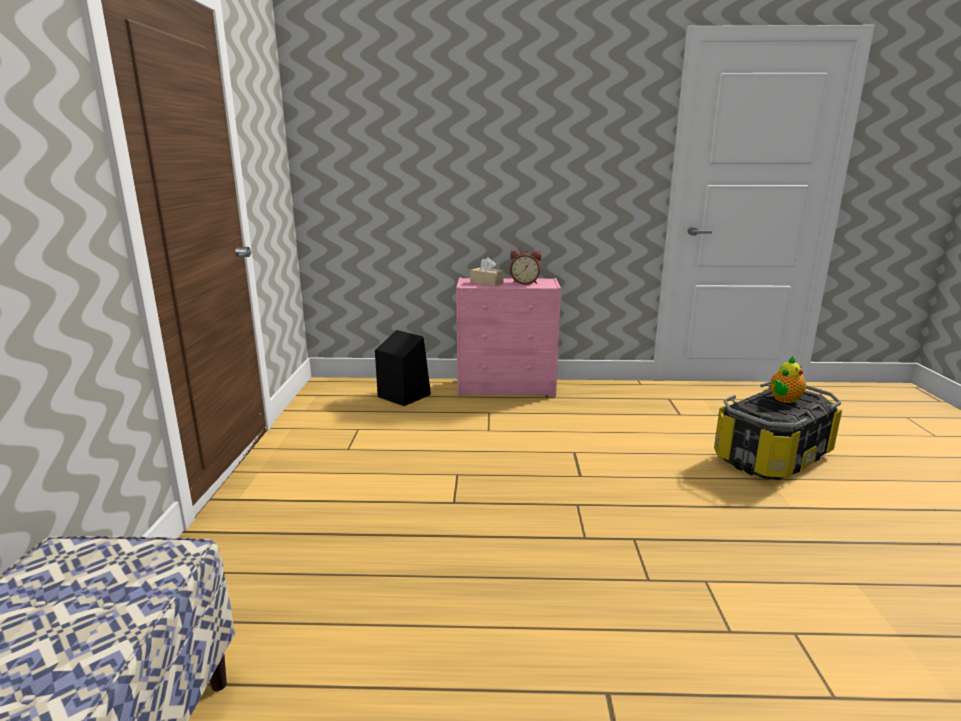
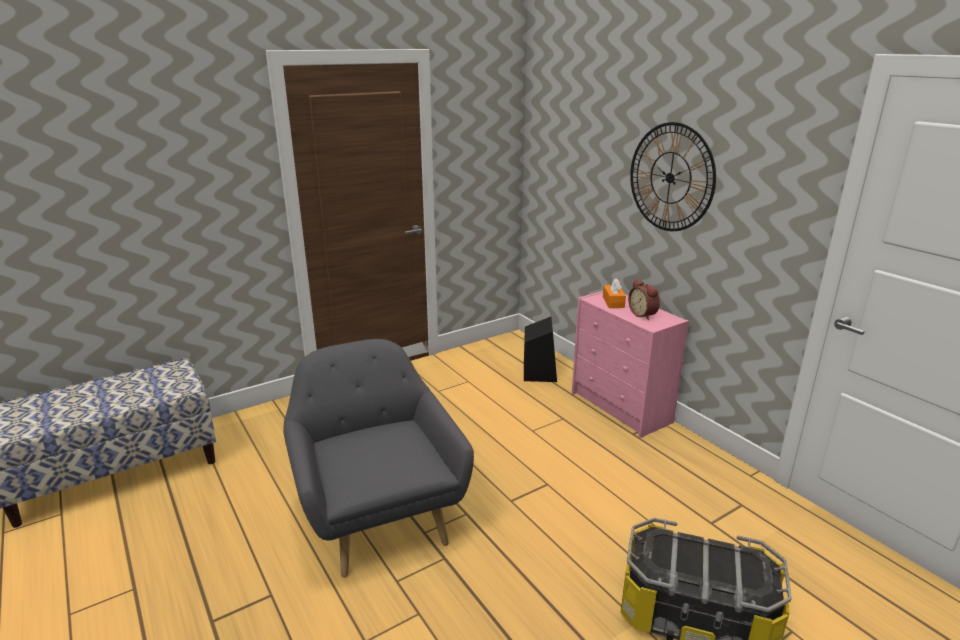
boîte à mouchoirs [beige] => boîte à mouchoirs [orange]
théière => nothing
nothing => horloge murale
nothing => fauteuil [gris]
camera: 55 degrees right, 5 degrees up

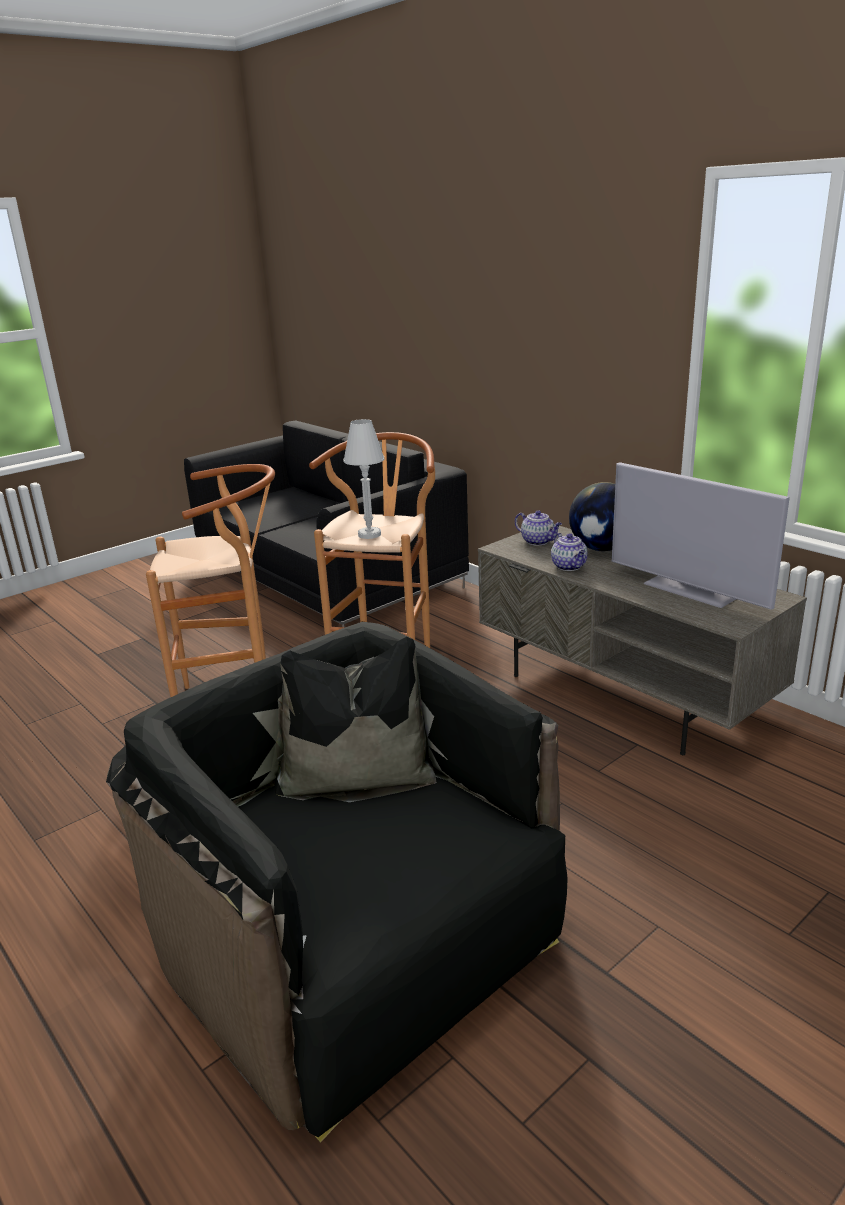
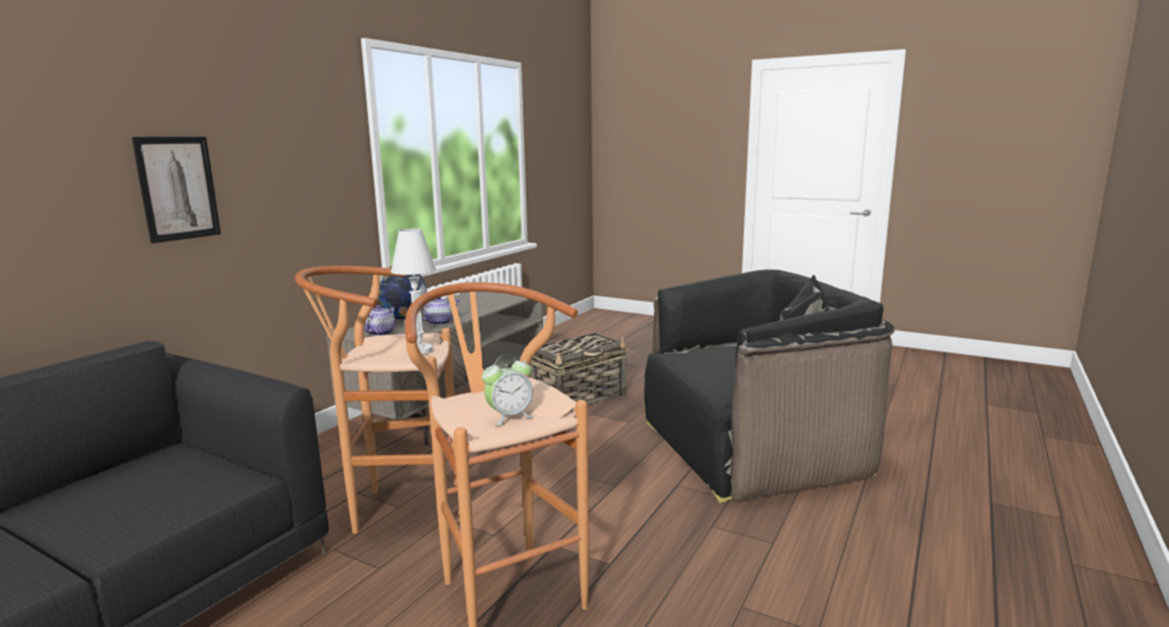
téléviseur => nothing
fauteuil [noir], 135 degrees counterclockwise
nothing => tableau
nothing => panier
nothing => réveil
camera: 110 degrees left, 10 degrees down

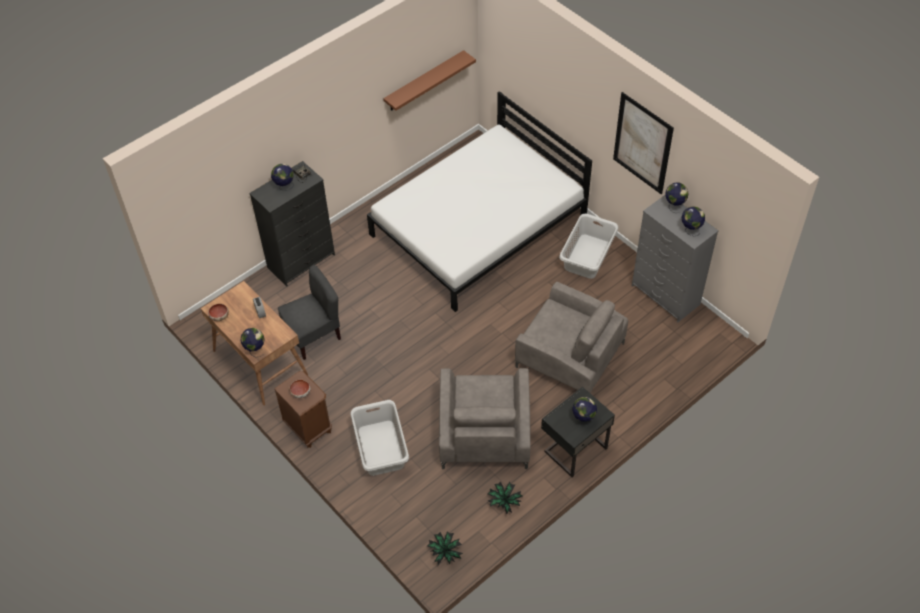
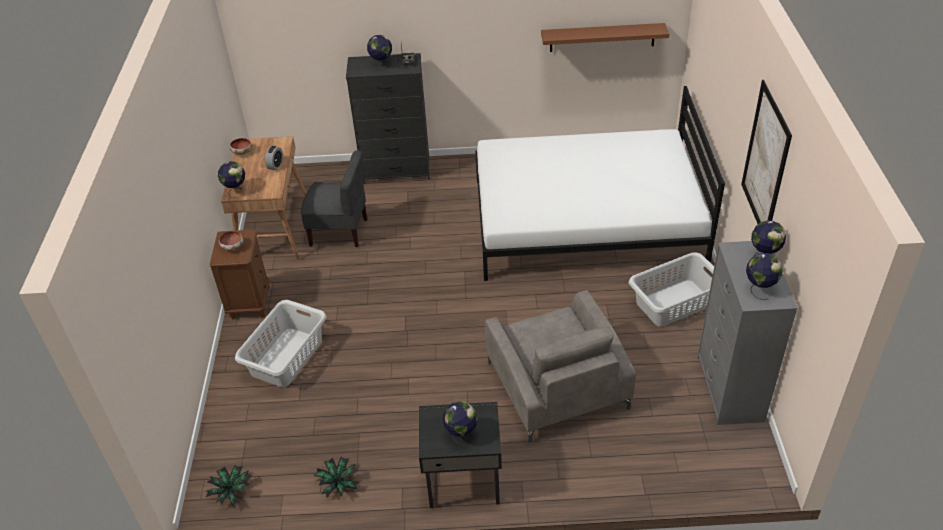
fauteuil [gris] (1st from left) => nothing
camera: 40 degrees right, 10 degrees down

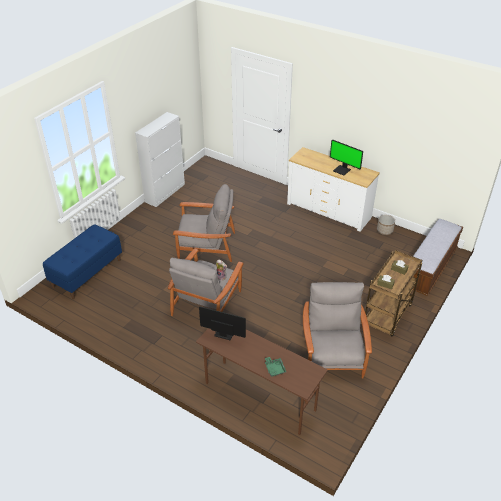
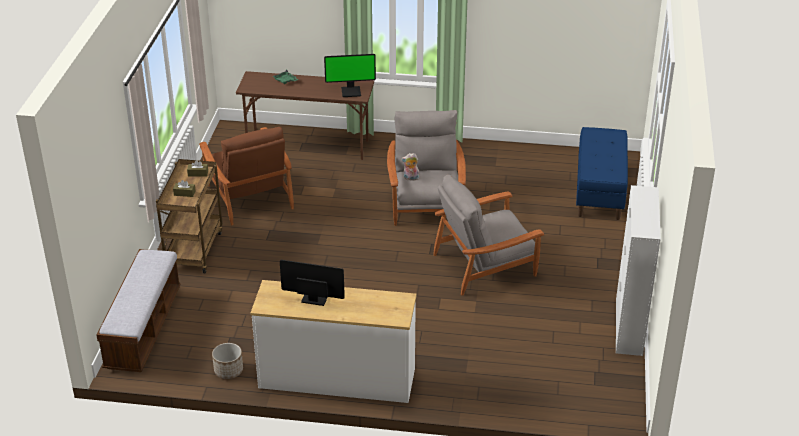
fauteuil [gris] (3rd from left) => fauteuil [marron]
camera: 155 degrees right, 5 degrees down

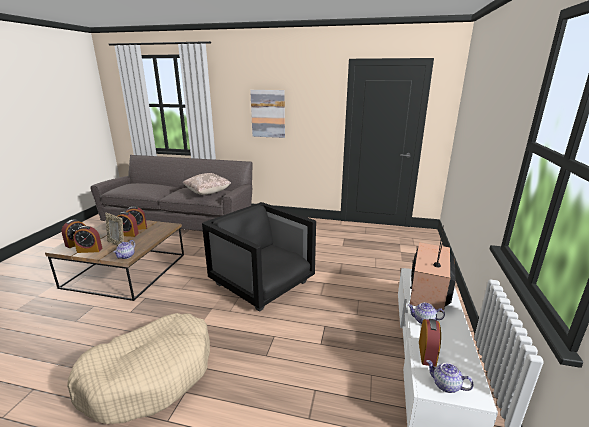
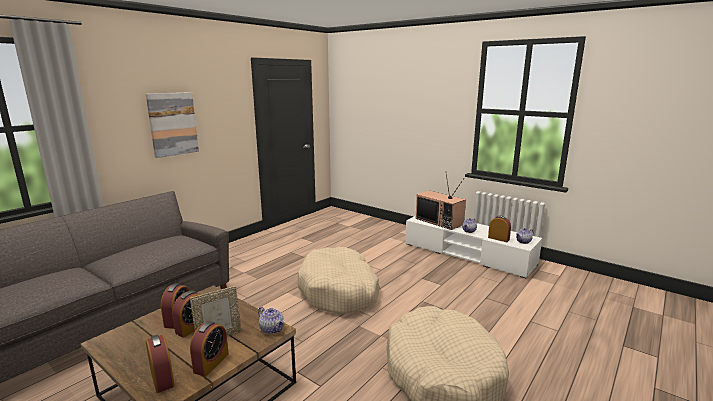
coussin [beige] => nothing
fauteuil [noir] => panier pour chien [beige] (1st from left)
camera: 65 degrees left, 5 degrees down

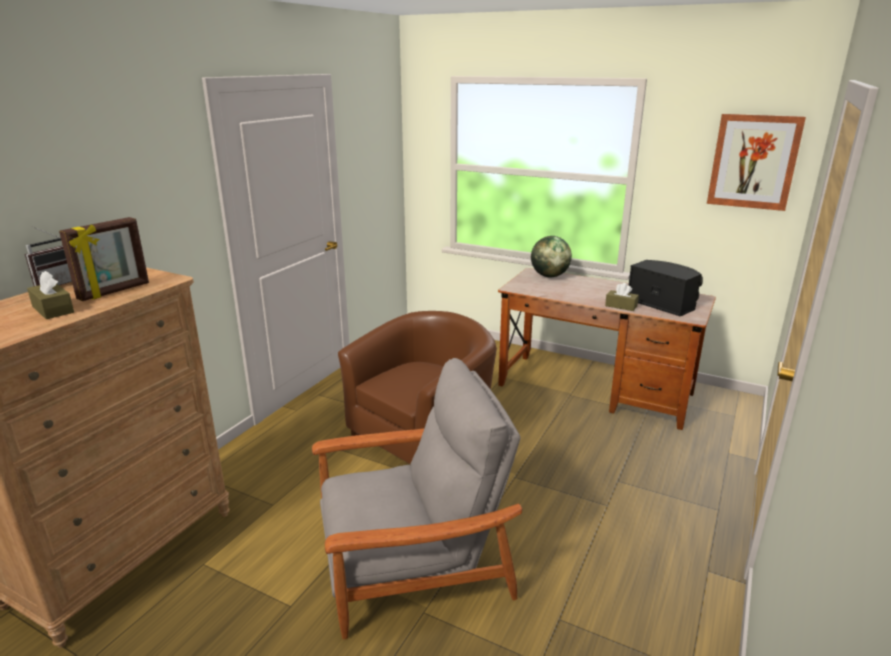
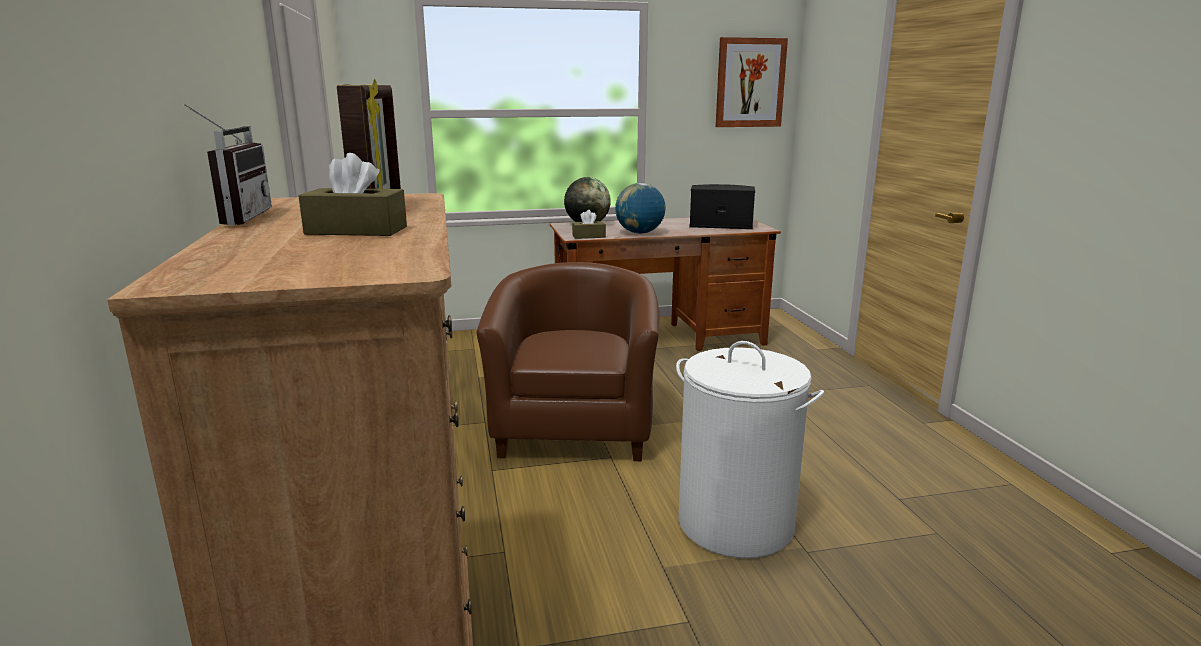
boîte à mouchoirs [marron] (2nd from left), move
fauteuil [gris] => panier à linge [blanc]
nothing => globe (2nd from left)
camera: 40 degrees left, 5 degrees down

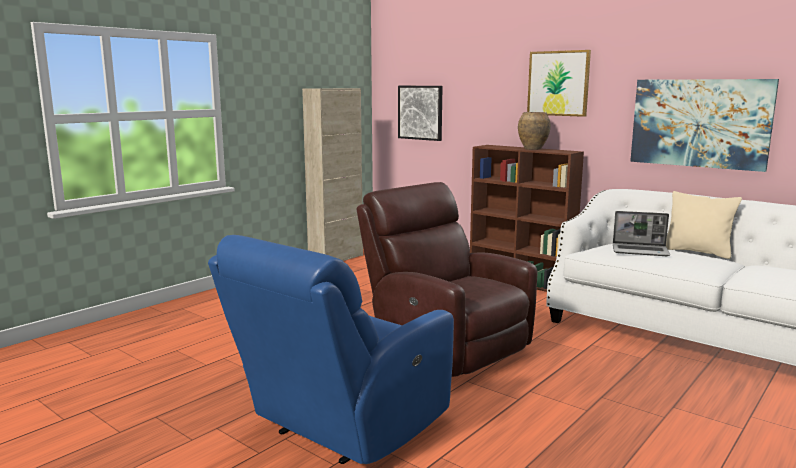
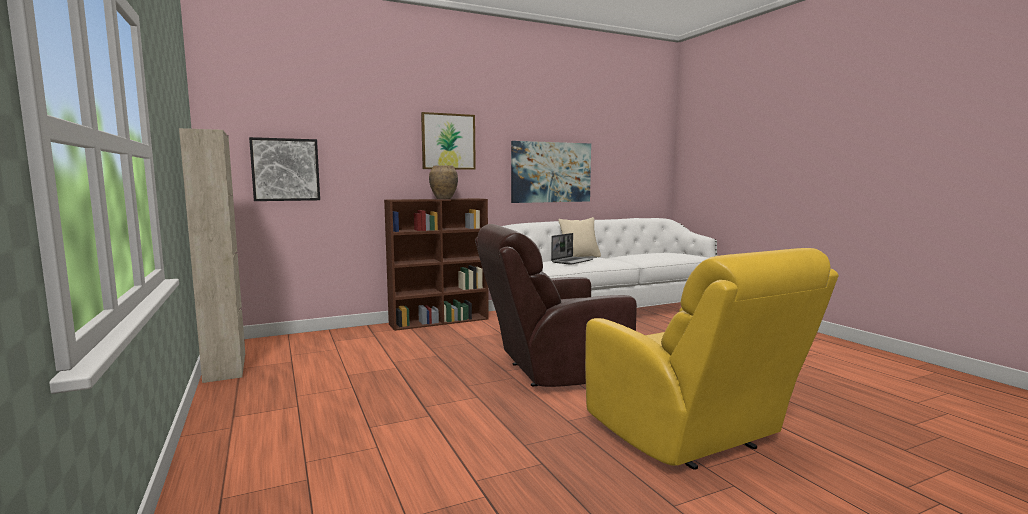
fauteuil [bleu] => fauteuil [jaune]
camera: 65 degrees left, 5 degrees down

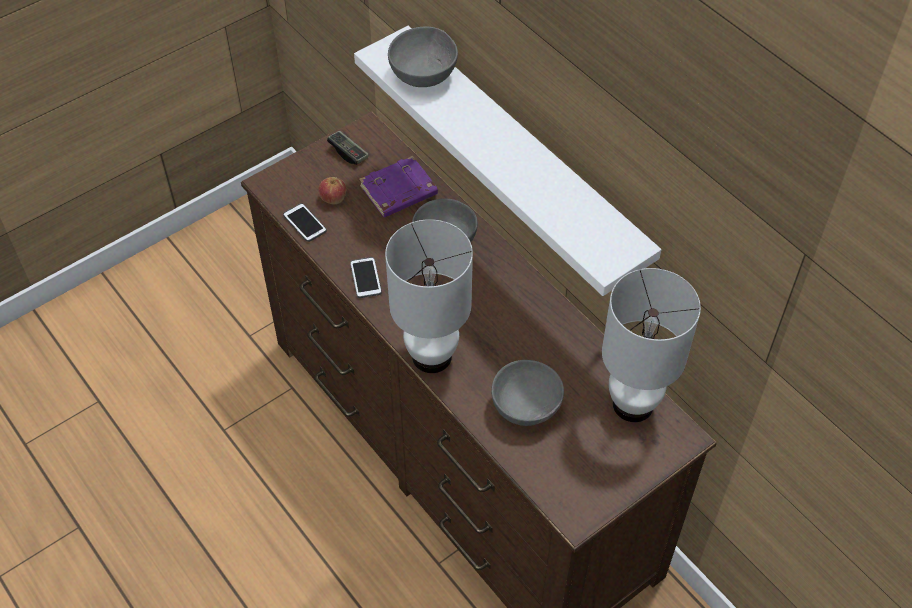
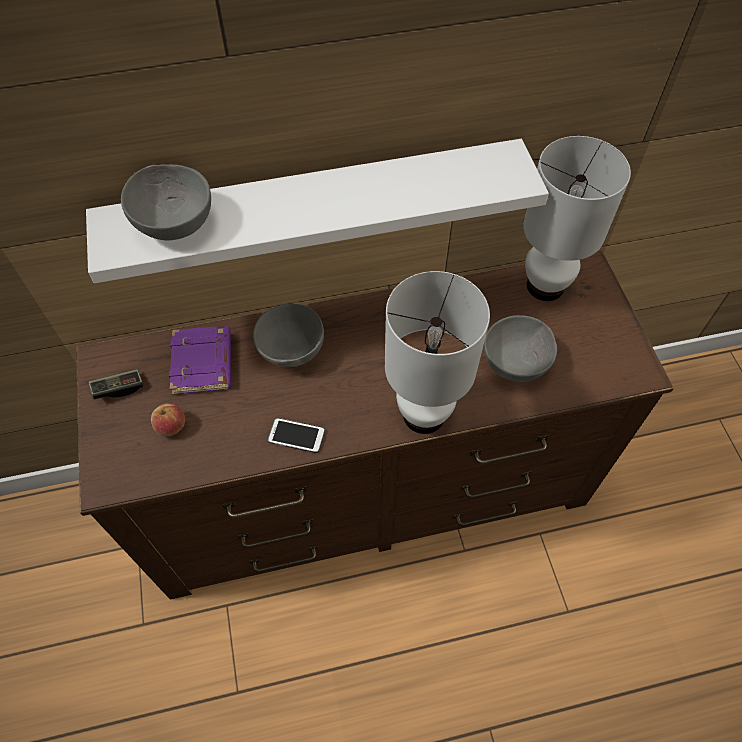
téléphone (1st from left) => nothing
camera: 65 degrees left, 5 degrees up

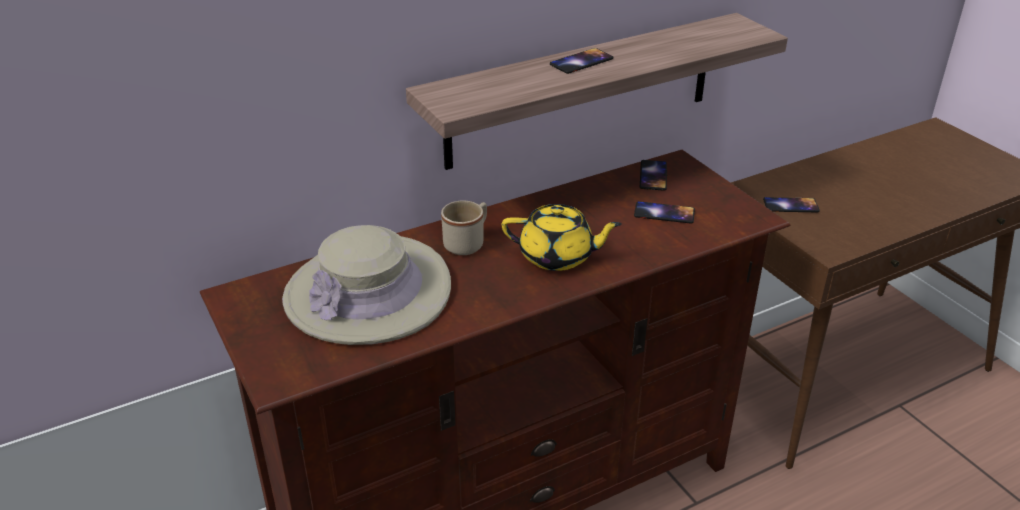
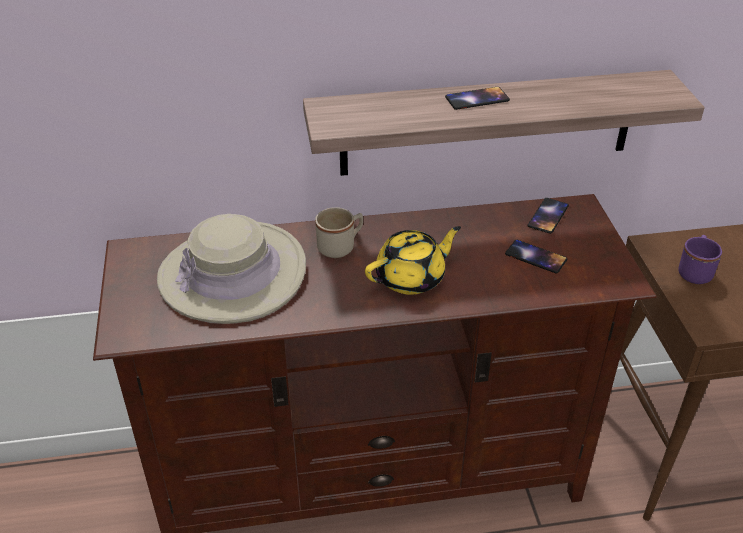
téléphone (4th from left) => mug [violet]
théière [jaune], 60 degrees counterclockwise
camera: 20 degrees right, 5 degrees up

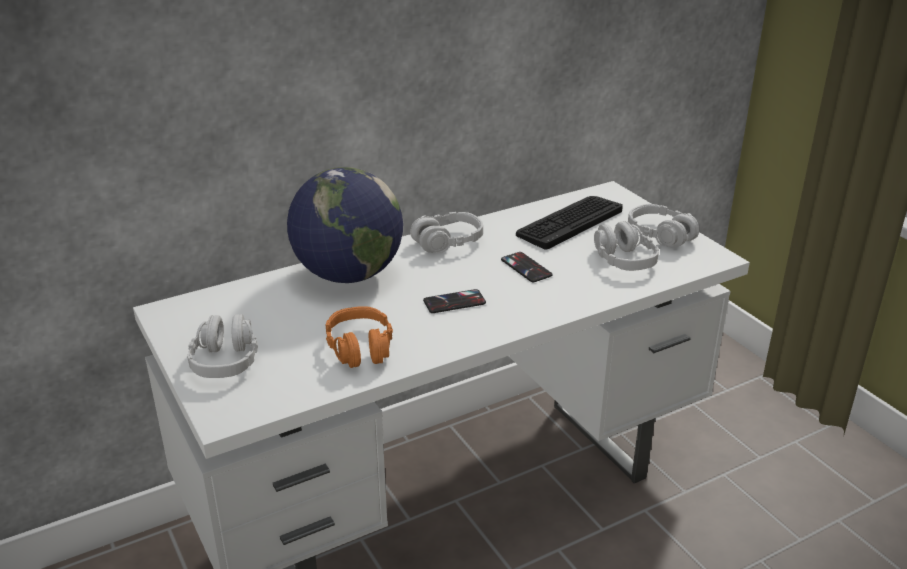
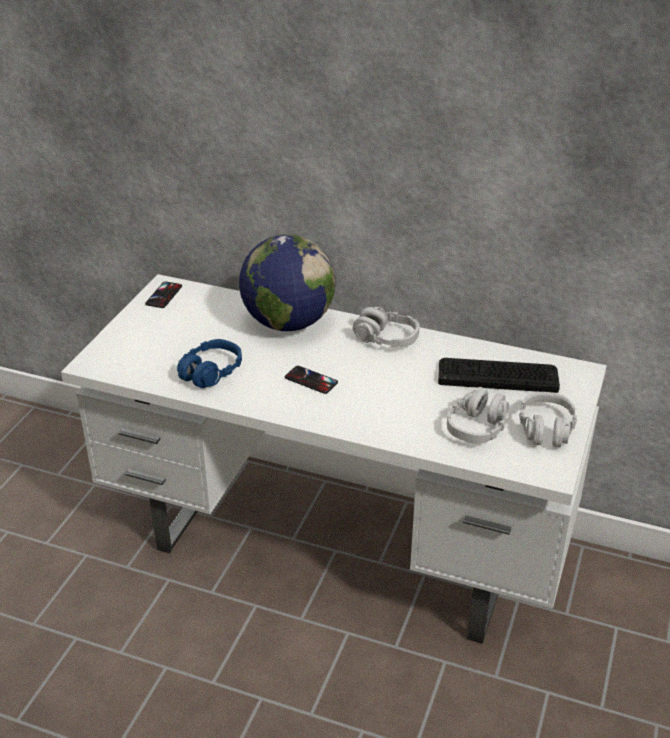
téléphone (2nd from left in the first image) => téléphone (1st from left), move
casque audio [orange] => casque audio [bleu]
casque audio [gris] (1st from left) => nothing
camera: 50 degrees right, 5 degrees up

